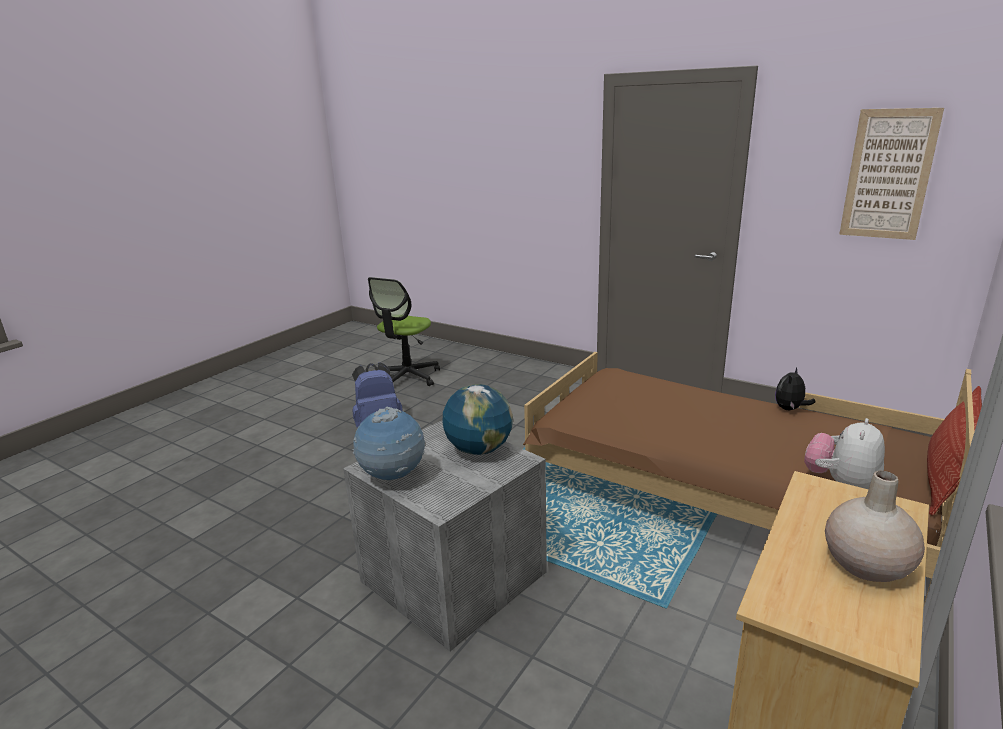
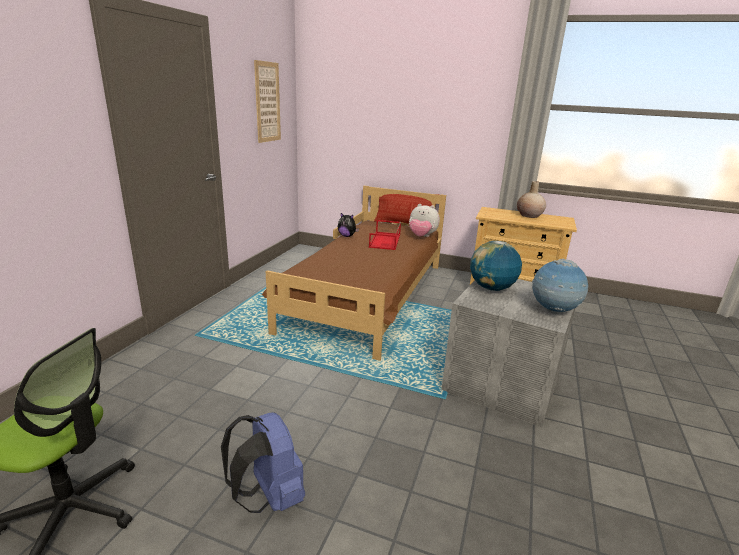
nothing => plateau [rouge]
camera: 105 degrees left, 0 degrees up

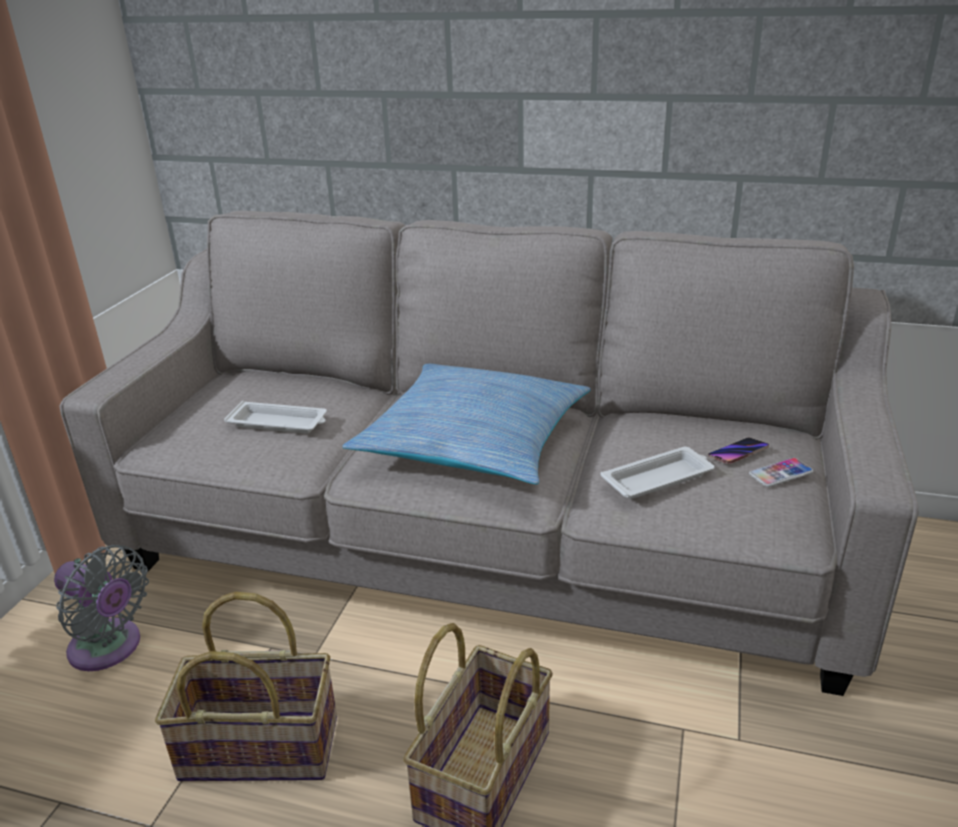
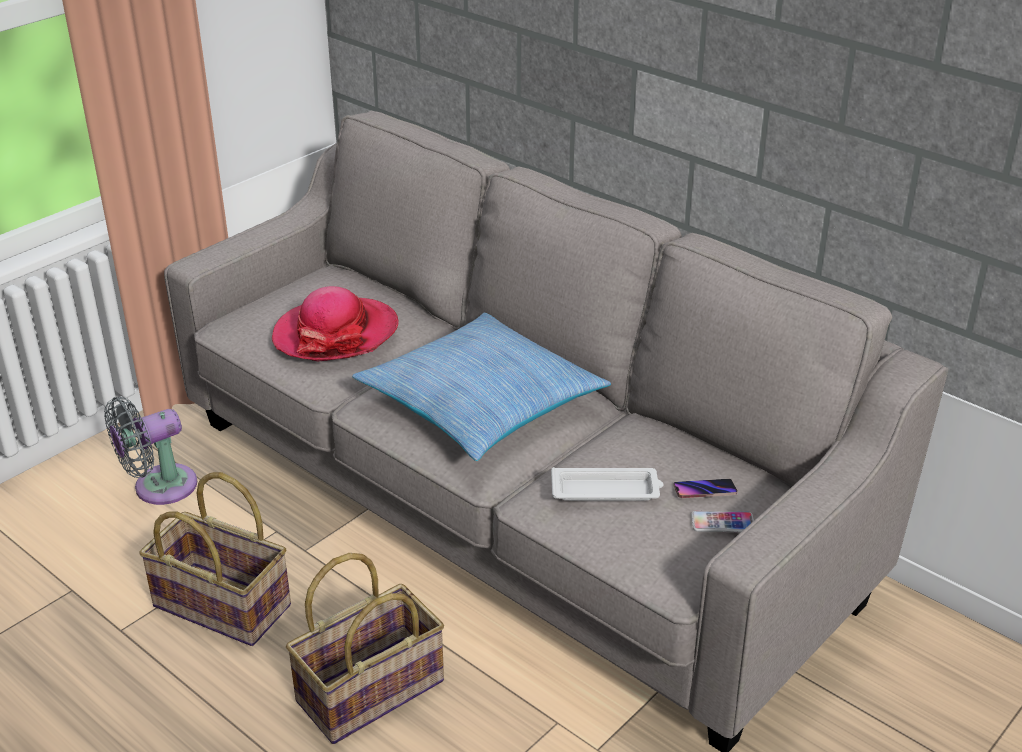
plateau [blanc] (1st from left) => chapeau
ventilateur [gris], 90 degrees clockwise
camera: 25 degrees right, 5 degrees up

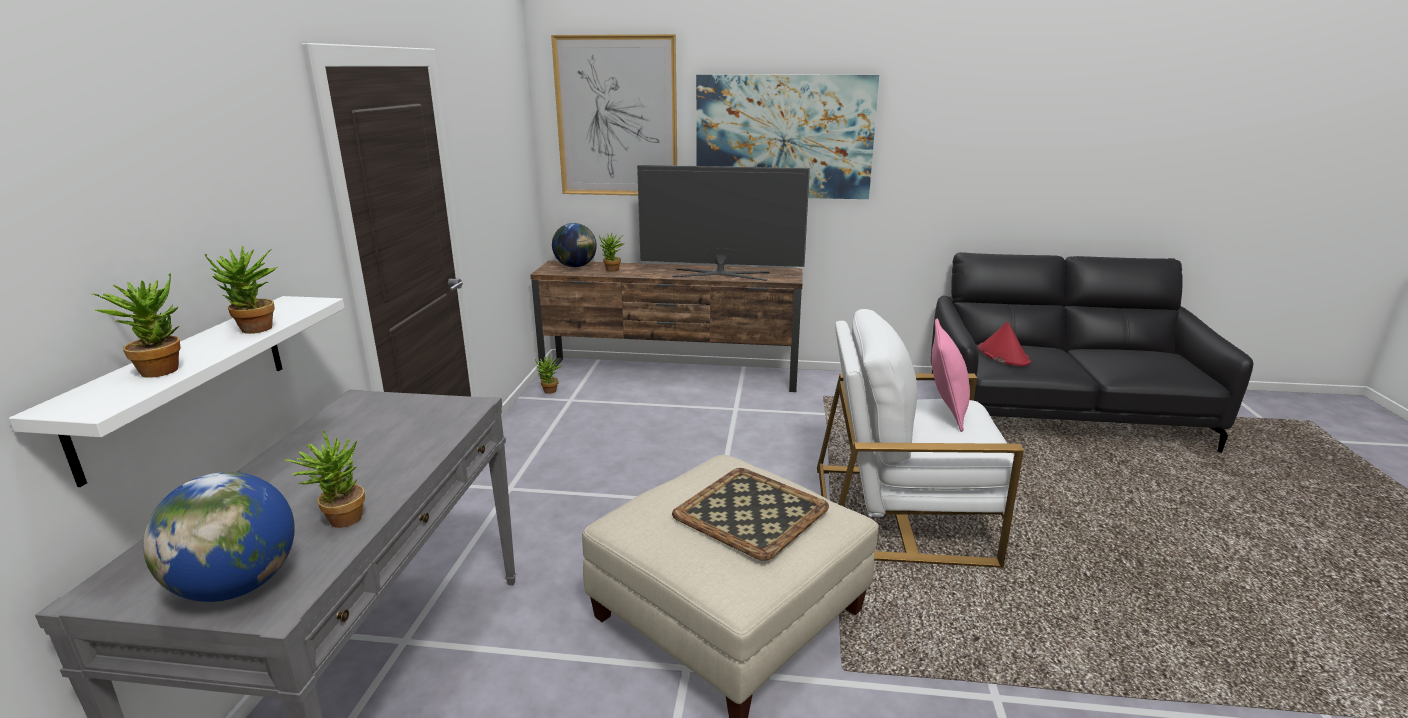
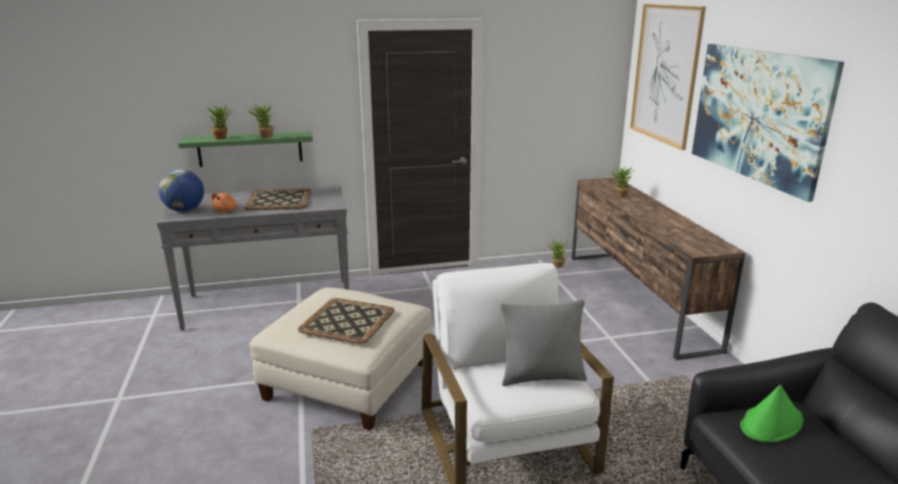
téléviseur => nothing
globe (2nd from left) => nothing
étagère [blanc] => étagère [vert]
coussin [rose] => coussin [gris]
chapeau [rouge] => chapeau [vert]
plante en pot (3rd from left) => peluche [orange]
nothing => plateau (1st from left)
camera: 70 degrees right, 0 degrees up

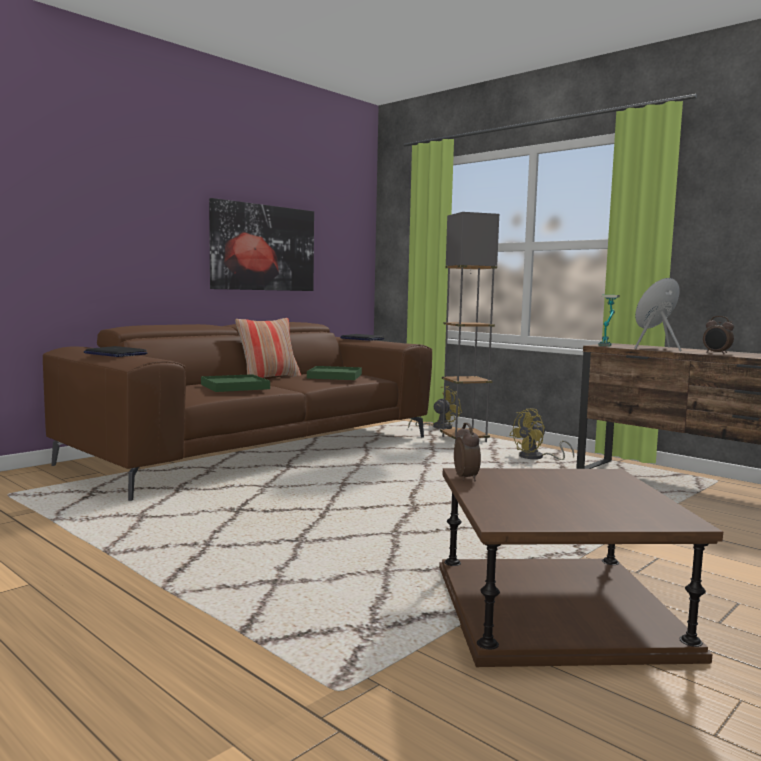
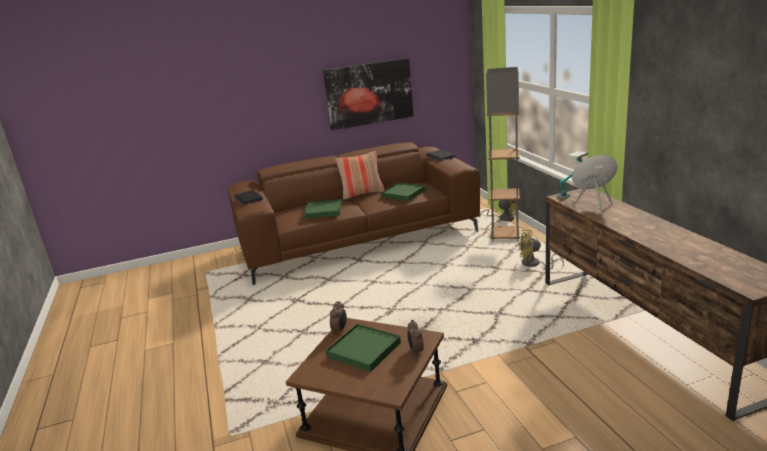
réveil (2nd from left), move
nothing => plateau [vert] (2nd from left)
camera: 30 degrees right, 15 degrees up

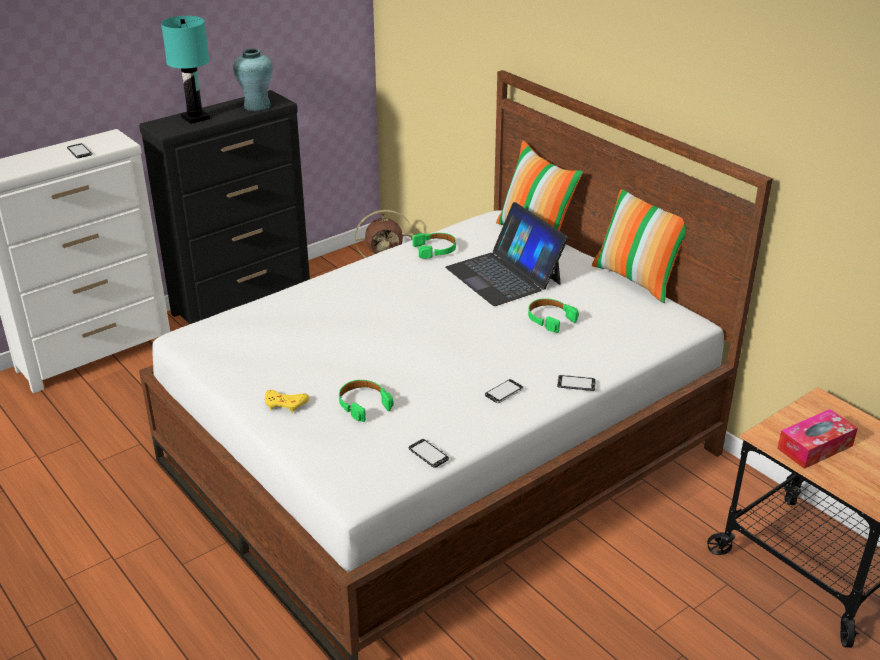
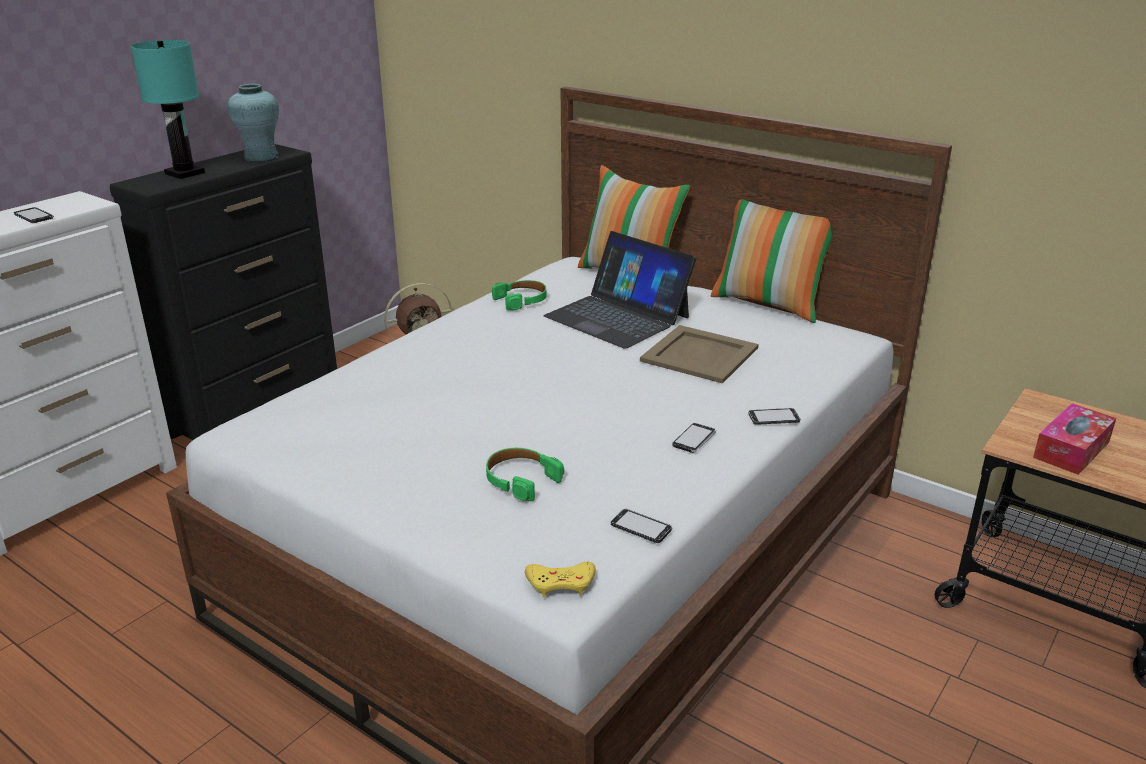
casque audio [vert] (3rd from left) => plateau [beige]
manette [jaune], move
camera: 15 degrees left, 5 degrees down

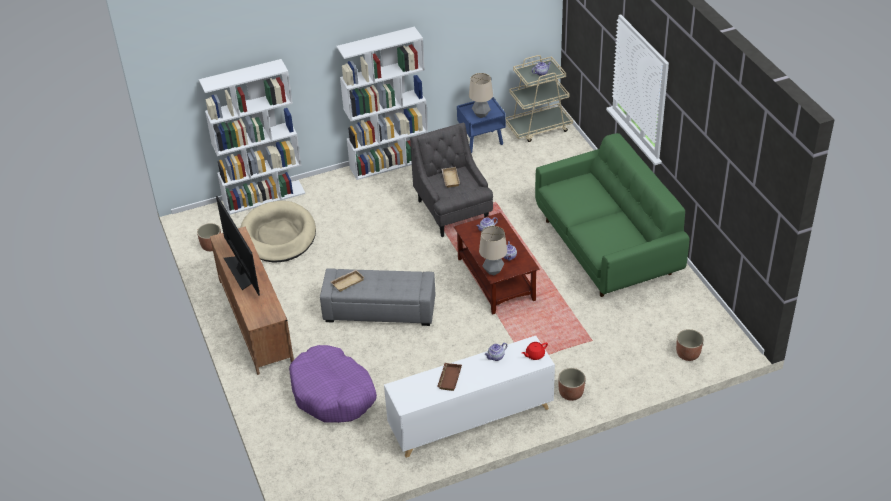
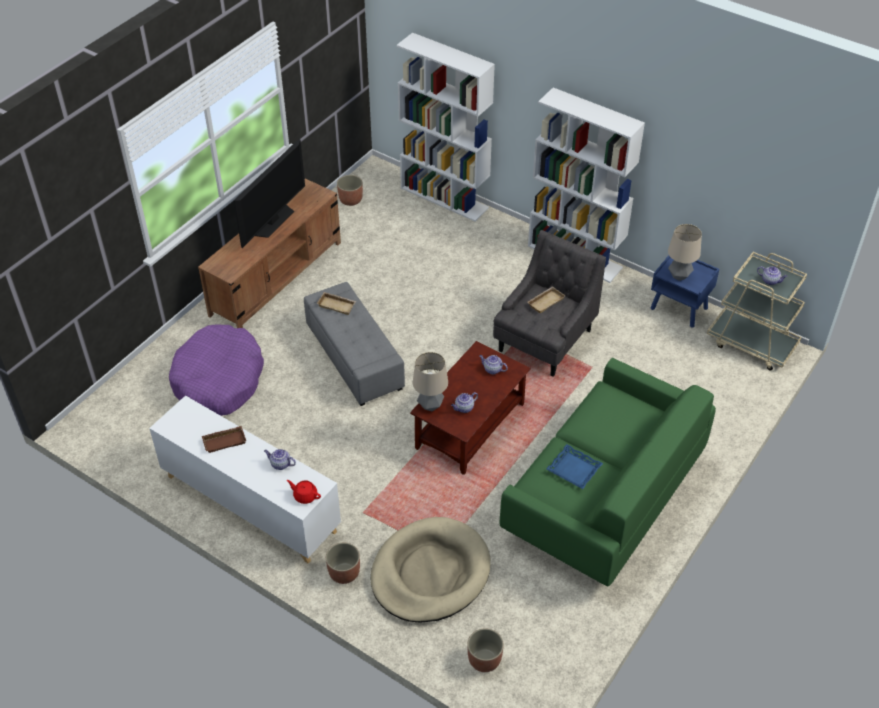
panier pour chien [beige], move
nothing => plateau [bleu]
camera: 55 degrees right, 5 degrees up

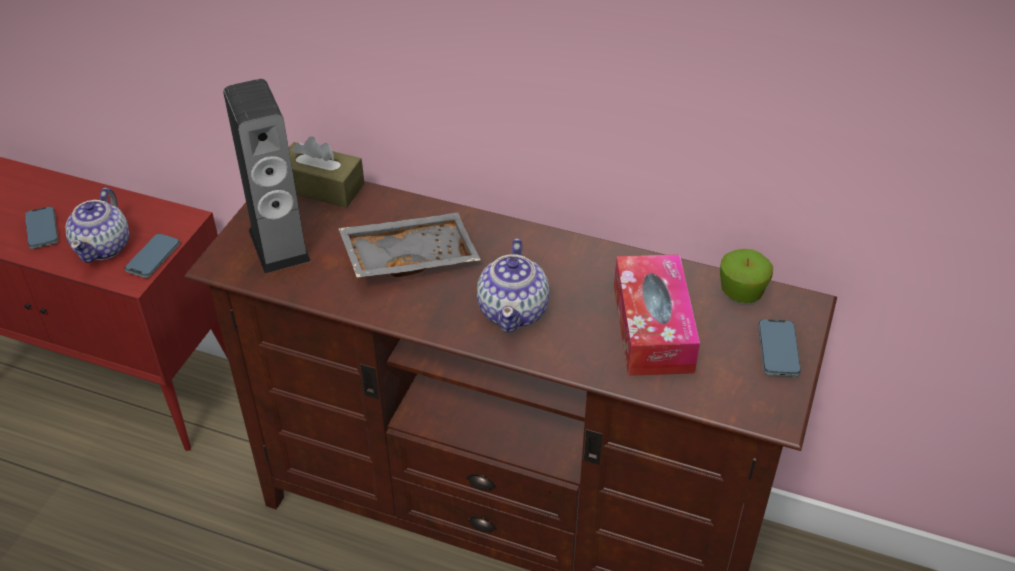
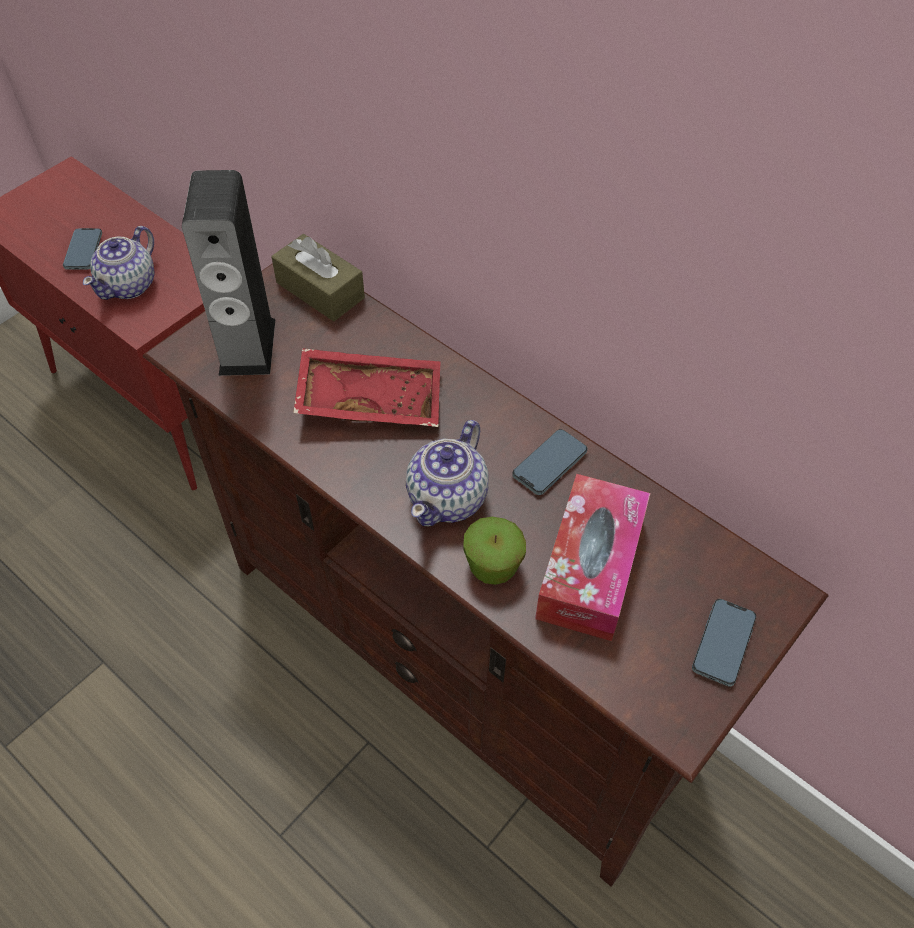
plateau [gris] => plateau [rouge]
téléphone (2nd from left), move
pomme, move
camera: 20 degrees right, 10 degrees up

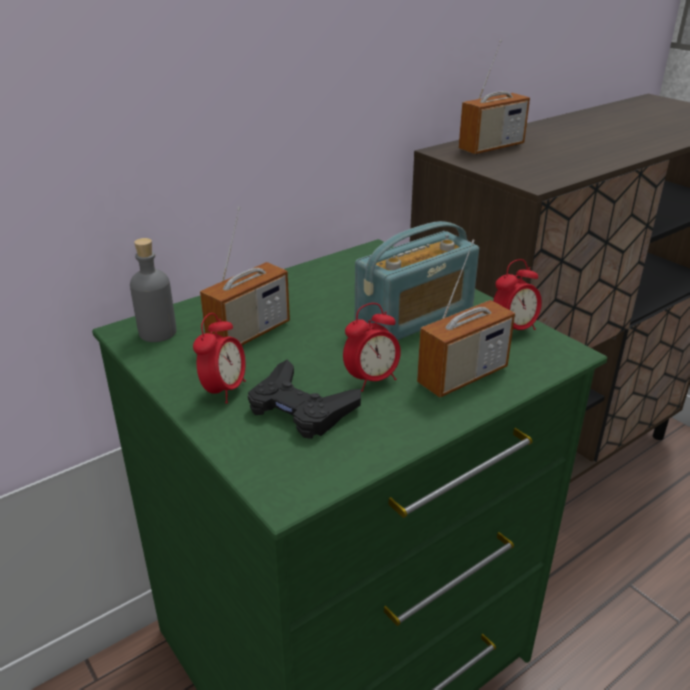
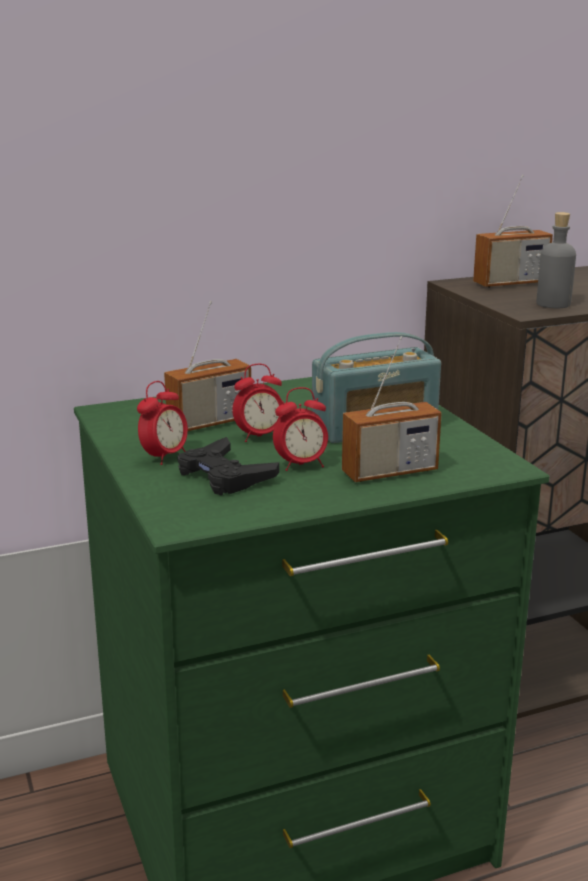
bouteille [gris], move
réveil (3rd from left in the first image) => réveil (2nd from left), move
camera: 15 degrees right, 10 degrees down

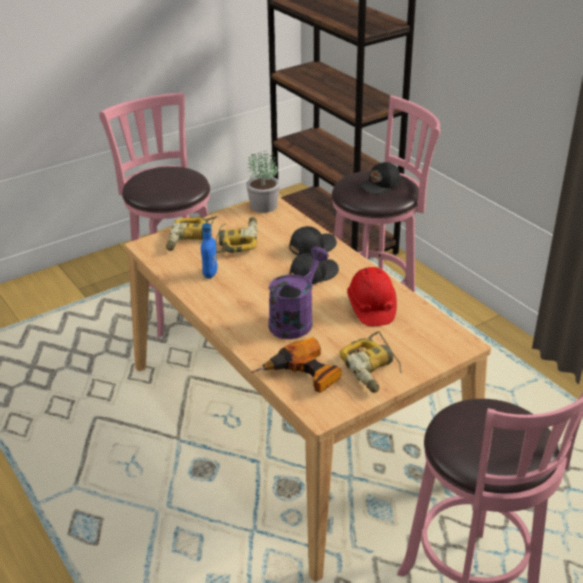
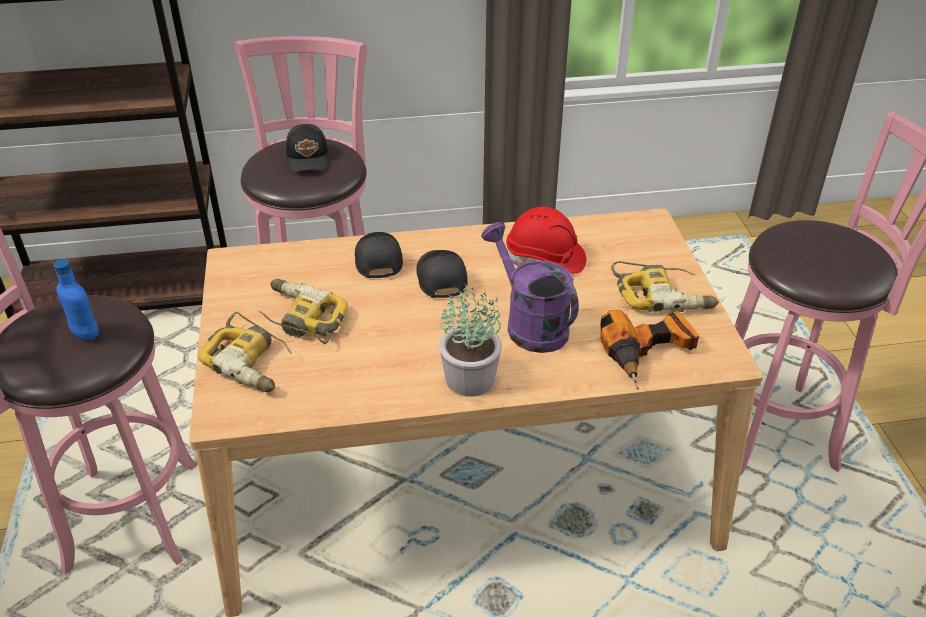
plante en pot, move
bouteille [bleu], move
camera: 65 degrees left, 5 degrees up

